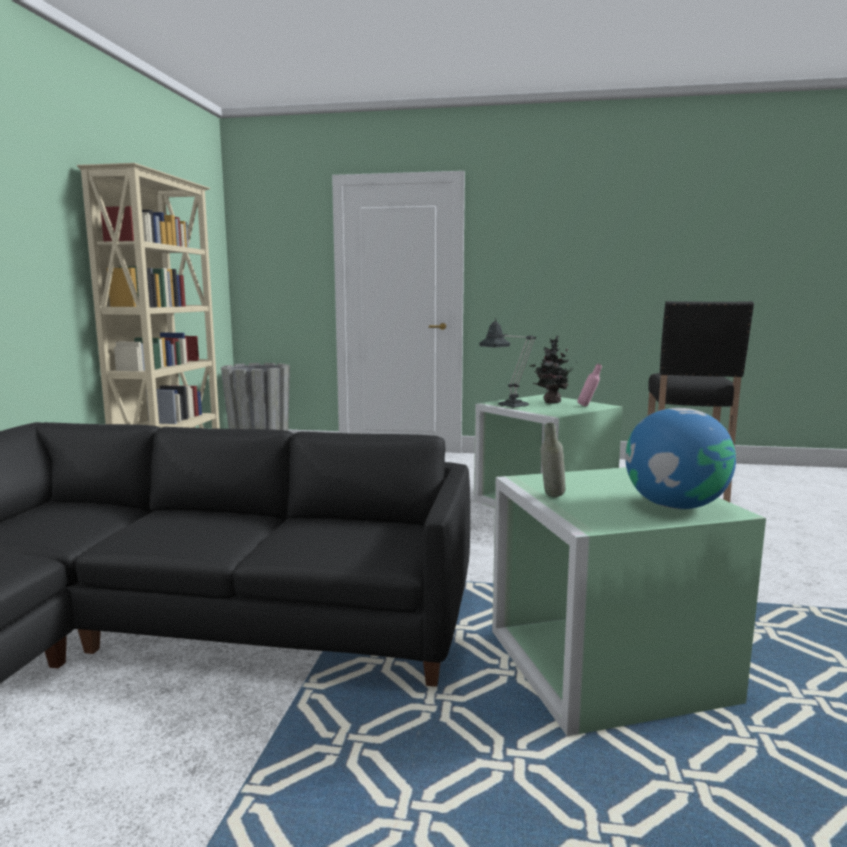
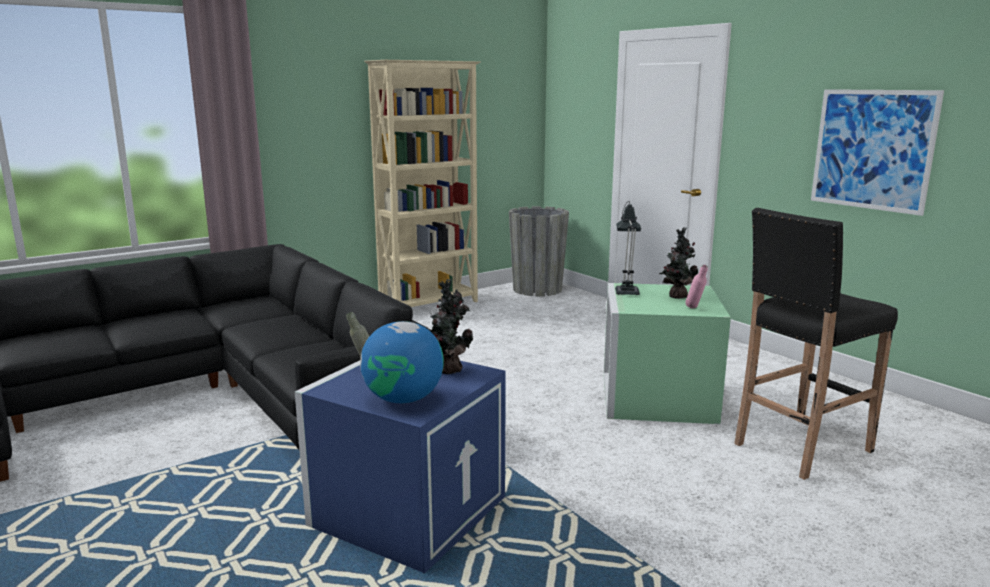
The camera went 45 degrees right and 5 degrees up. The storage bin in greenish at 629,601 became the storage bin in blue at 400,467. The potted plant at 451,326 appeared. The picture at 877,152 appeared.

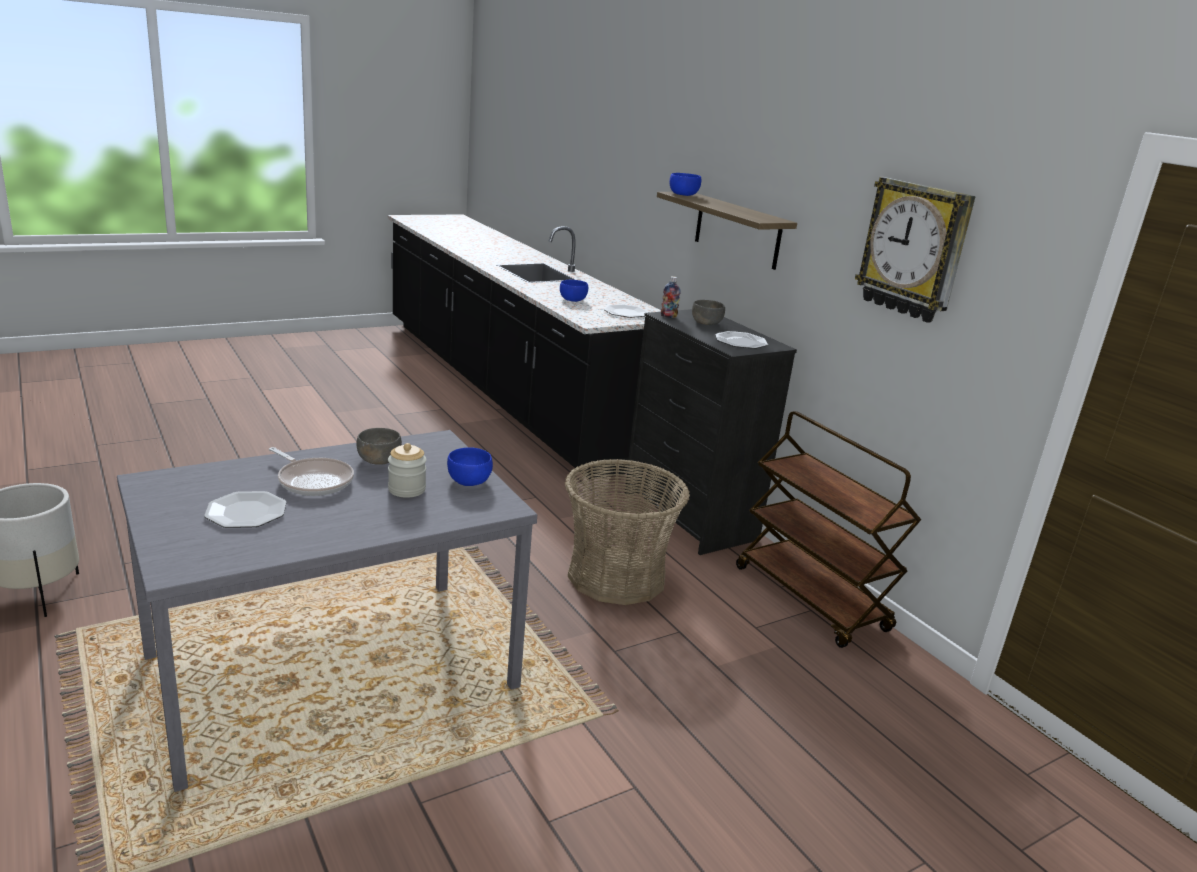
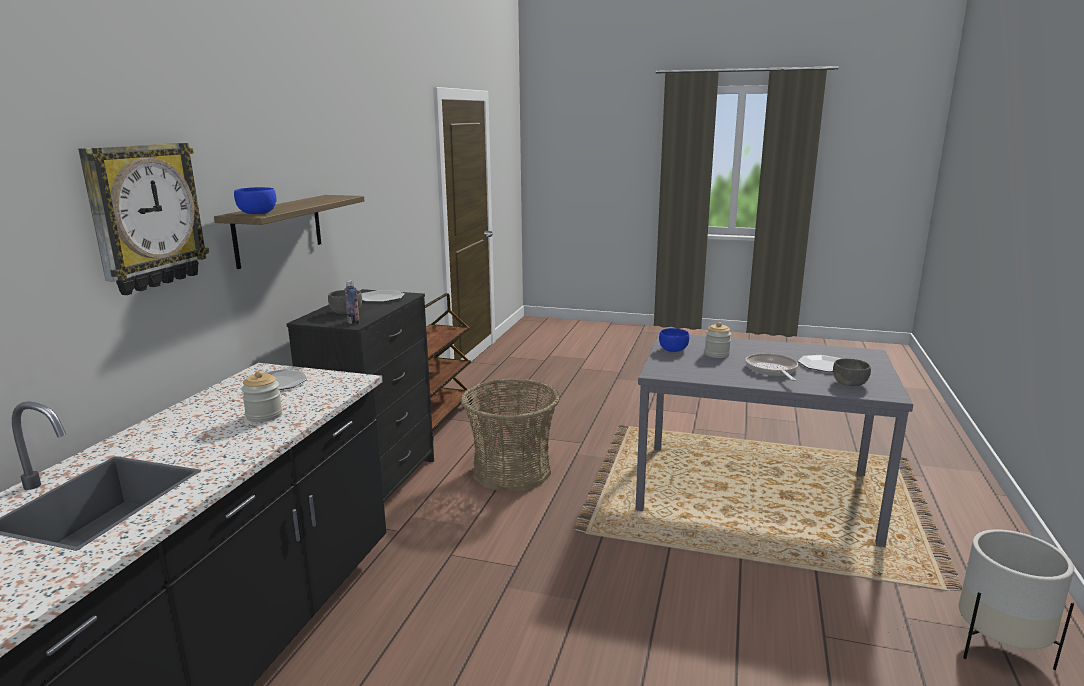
The camera went 130 degrees left and 5 degrees down. The hanging clock moved from 915,250 to 143,219. The deep dish in blue at 574,291 was replaced by the storage jar at 261,396. The deep dish in greyish moved from 379,446 to 852,372.

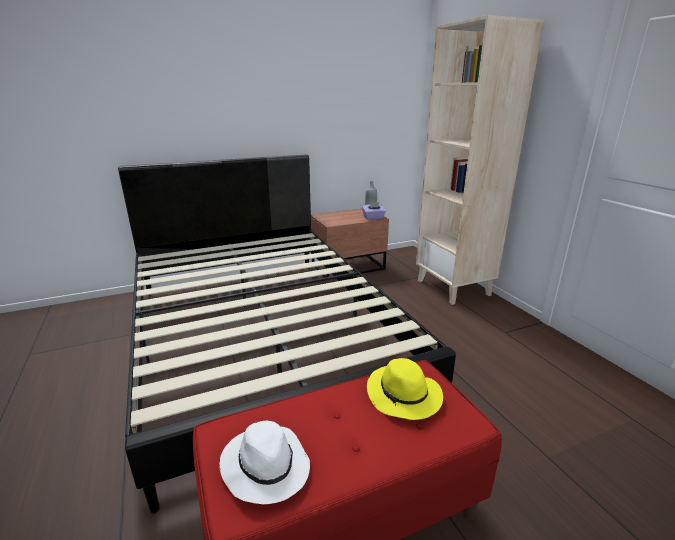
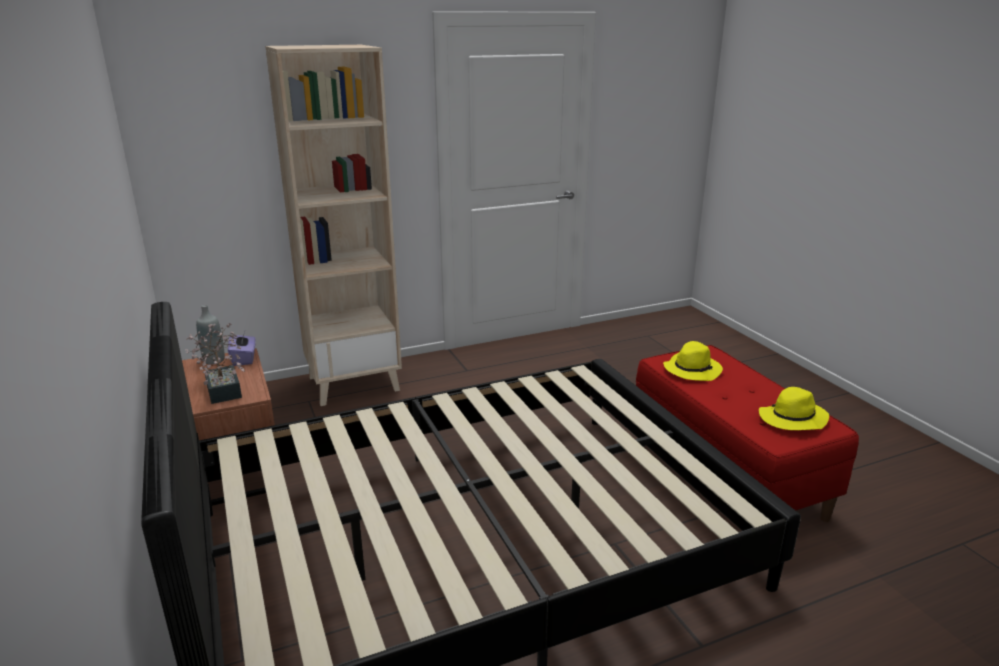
The camera went 90 degrees left and 0 degrees up. The potted plant at 215,363 appeared. The hat in white at 265,462 became the hat in yellow-coloured at 794,408.

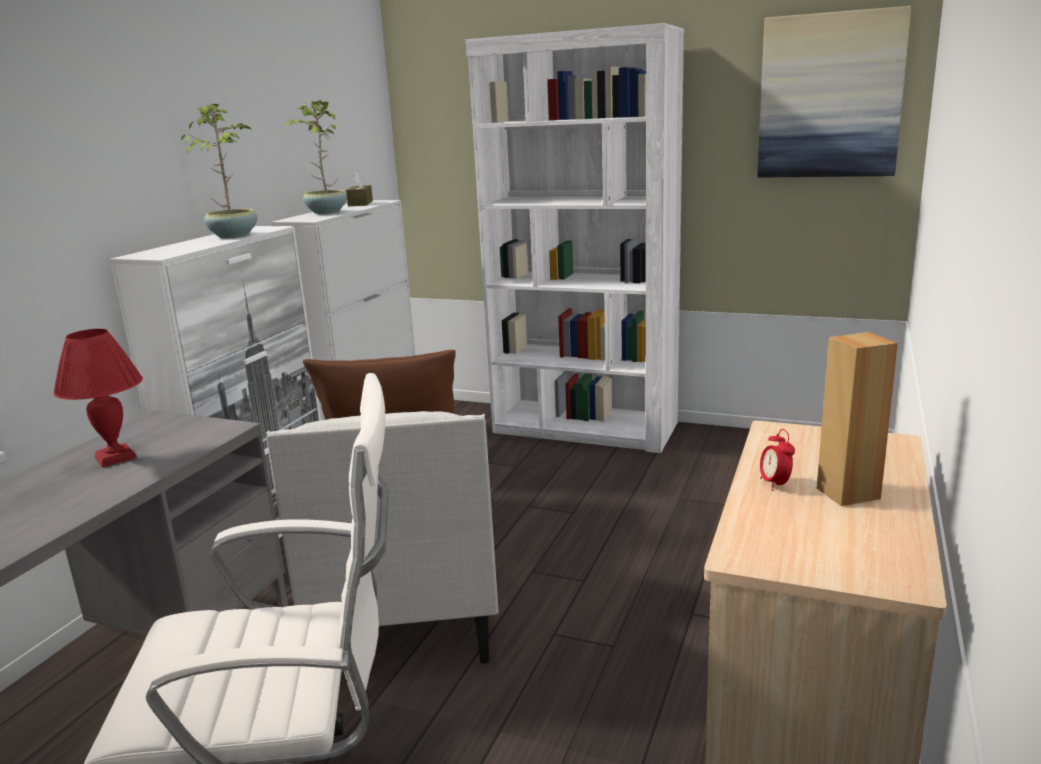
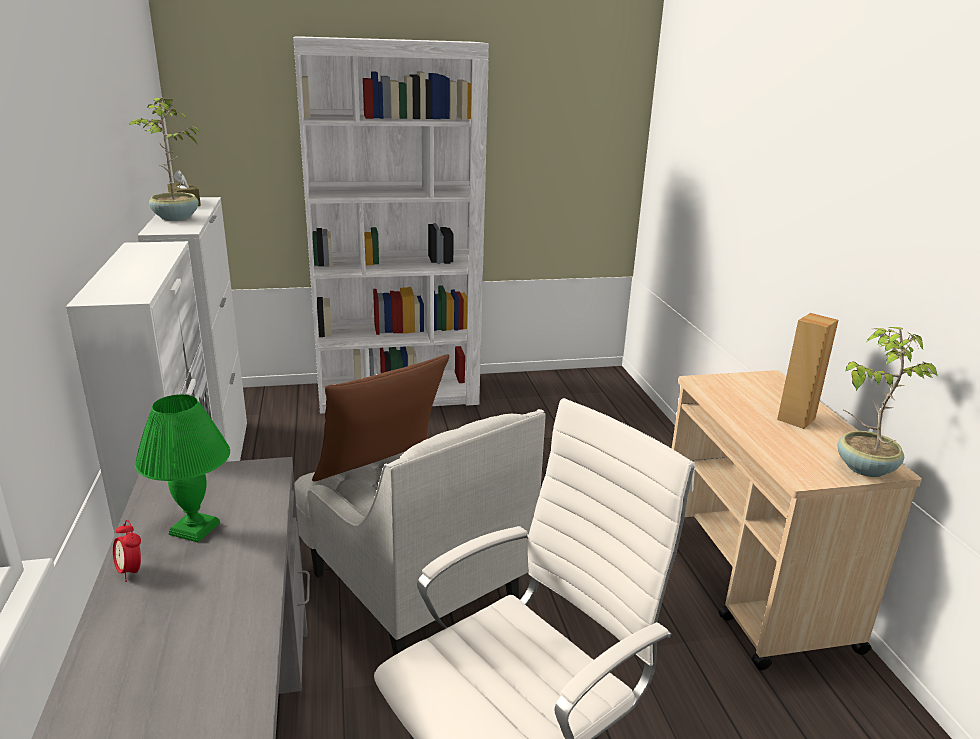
The camera went 35 degrees left and 5 degrees up. The bedside clock moved from 777,460 to 127,551. The tabletop lamp in reddish at 98,398 became the tabletop lamp in greenish at 182,468. The potted plant moved from 219,171 to 887,402. The picture at 834,92 disappeared.

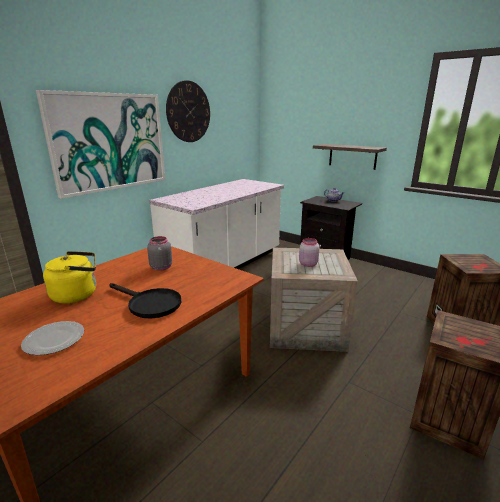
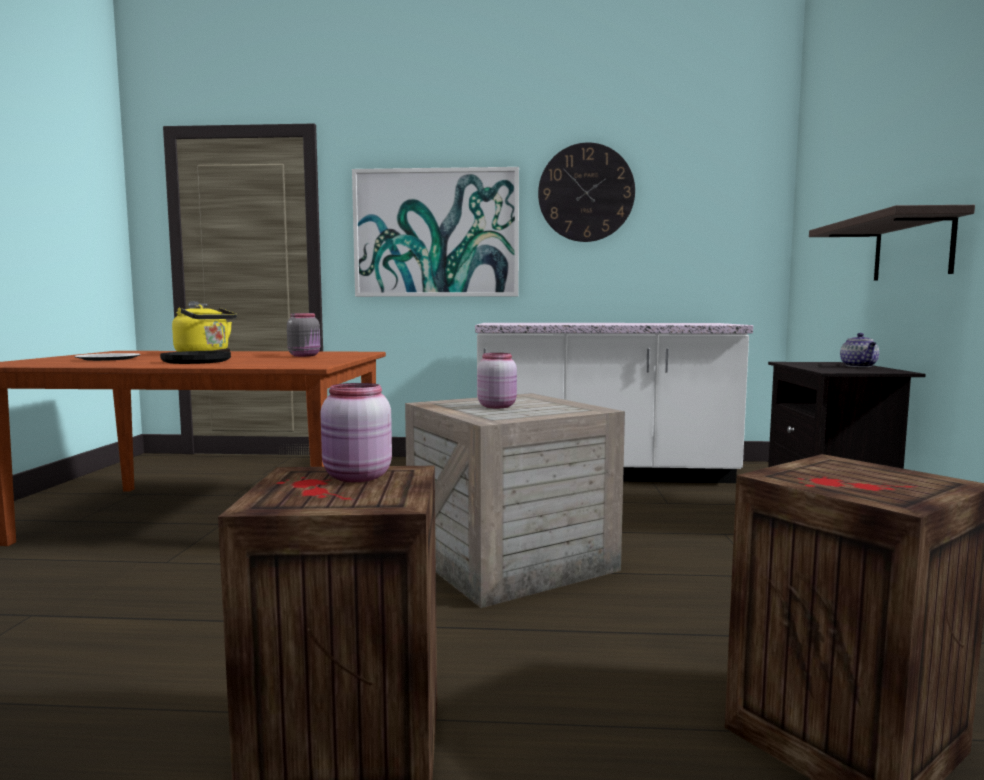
The camera went 55 degrees right and 15 degrees down. The storage jar in pinkish at 356,432 appeared.

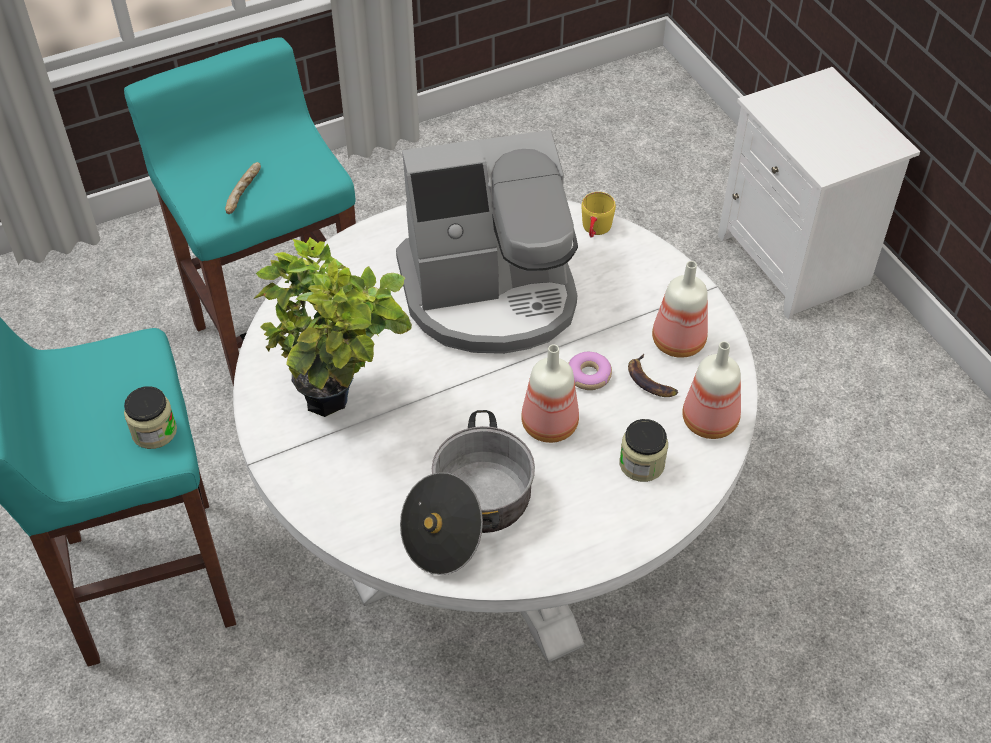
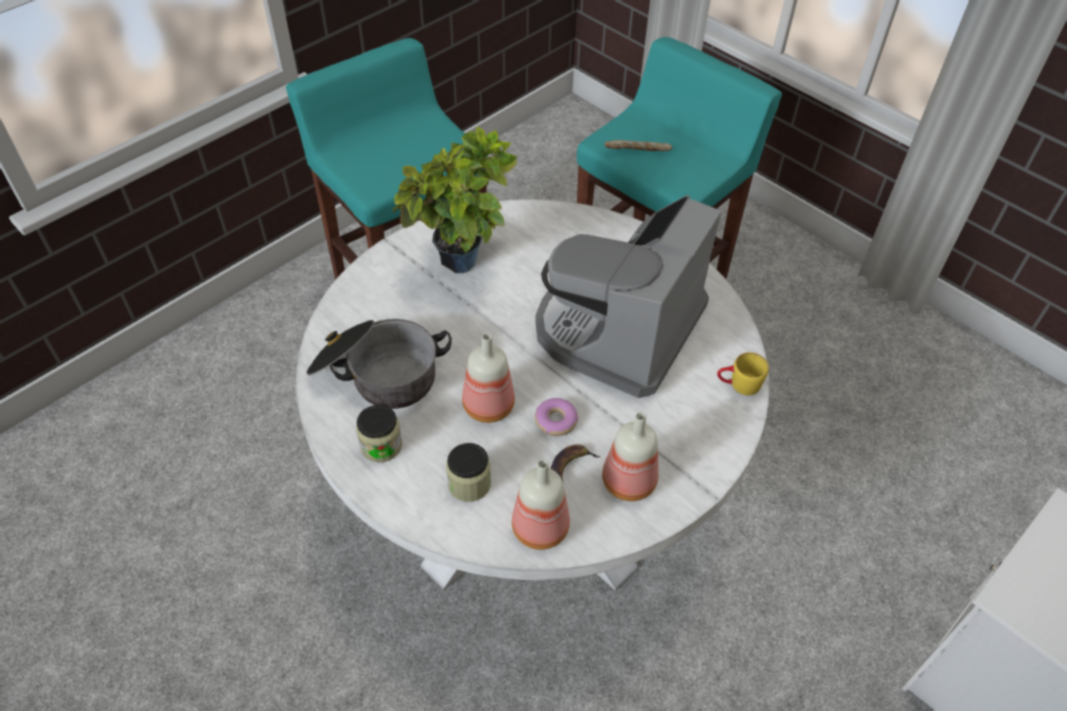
The camera went 70 degrees right and 0 degrees up. The storage jar moved from 150,417 to 379,433. The coffee machine at 487,242 turned 60 degrees clockwise.

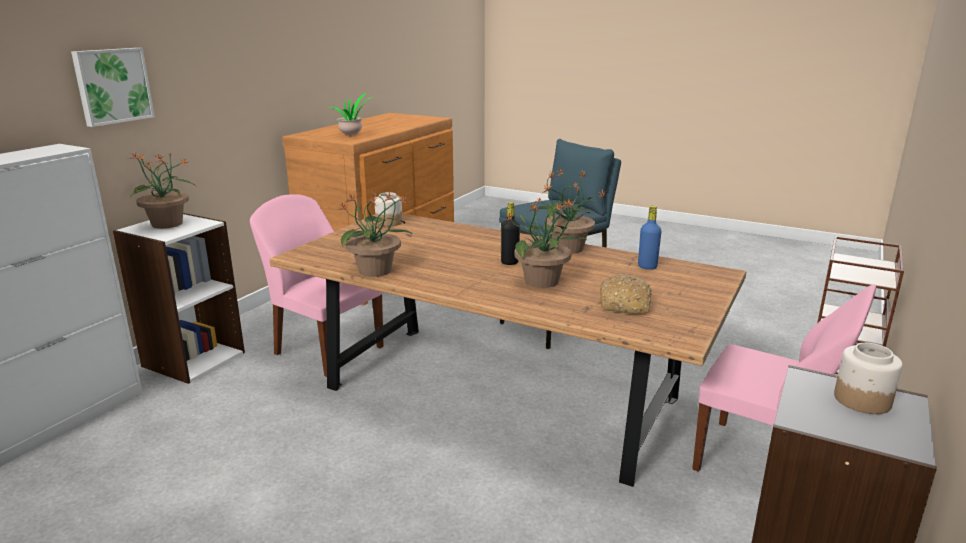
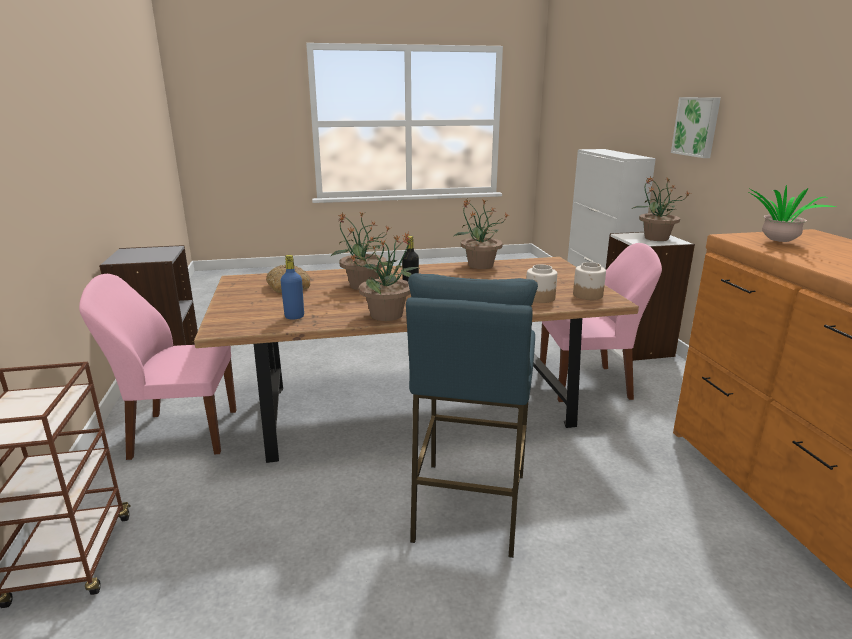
The camera went 140 degrees right and 0 degrees up. The storage jar moved from 868,378 to 541,283.

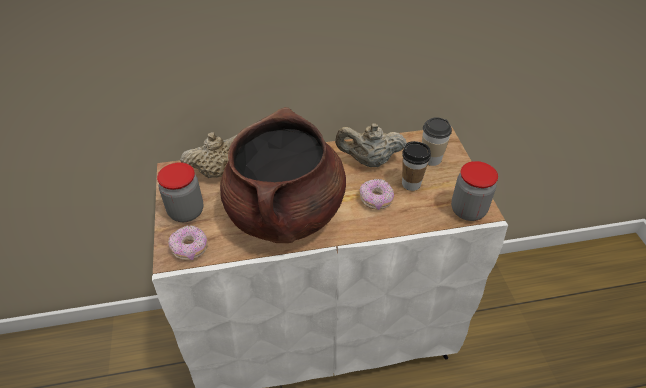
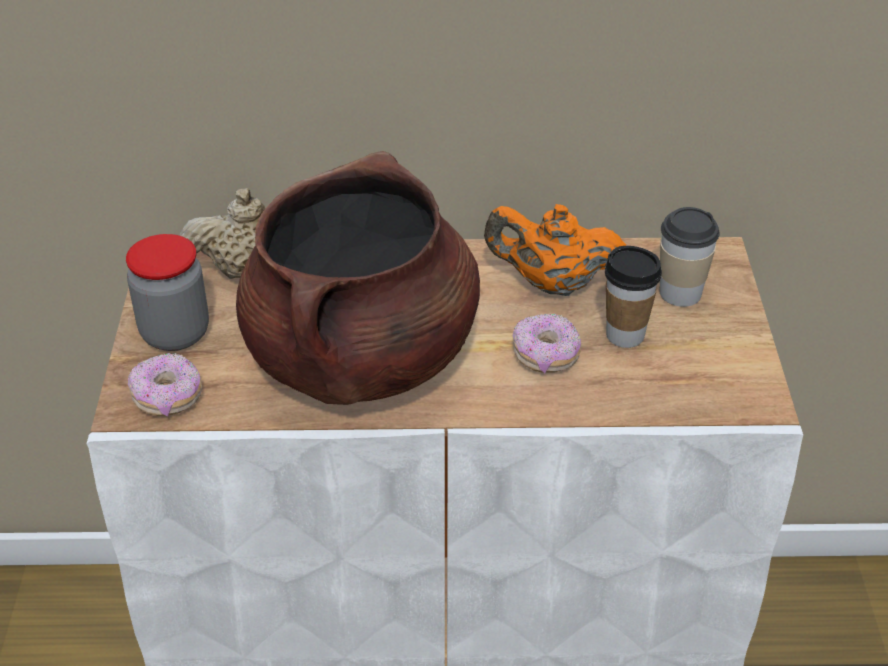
The camera went 10 degrees right and 5 degrees down. The teapot in beige at 371,145 became the teapot in orange-coloured at 555,250. The storage jar at 474,191 disappeared.

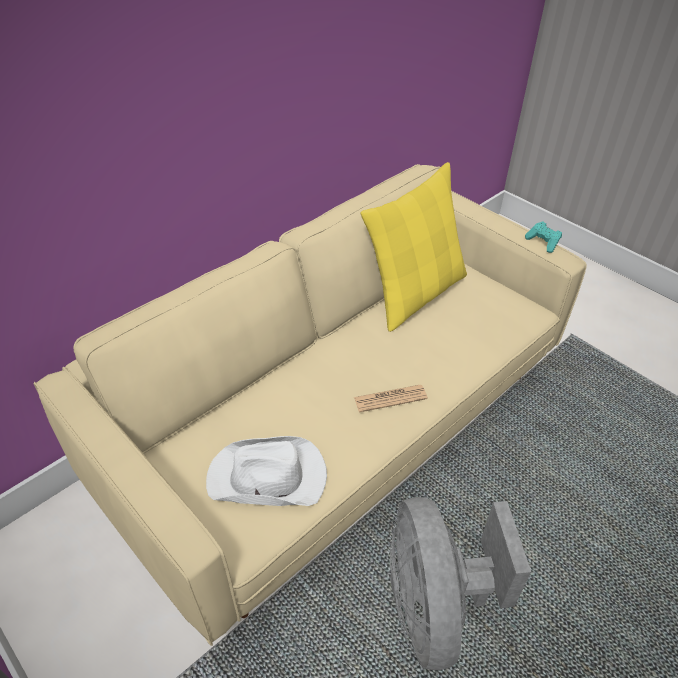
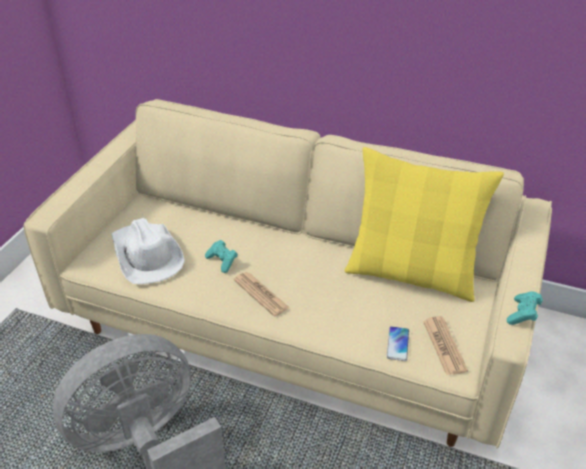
The camera went 65 degrees right and 5 degrees down. The gamepad in blue-green at 221,256 appeared. The telephone at 397,343 appeared. The newspaper at 445,345 appeared.

